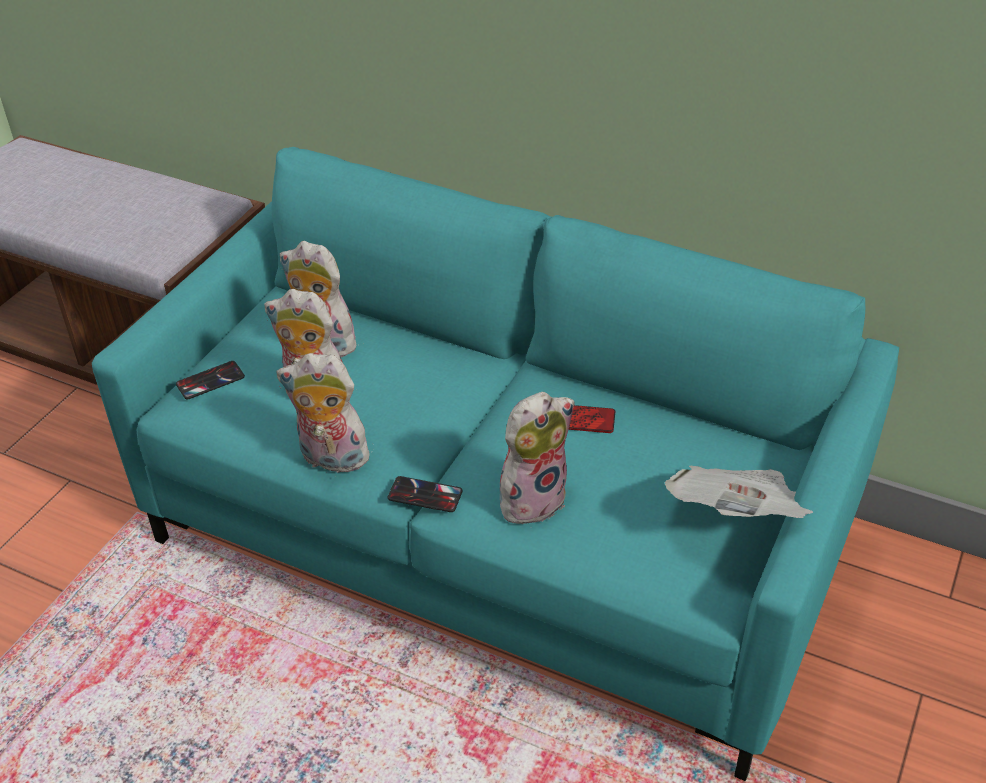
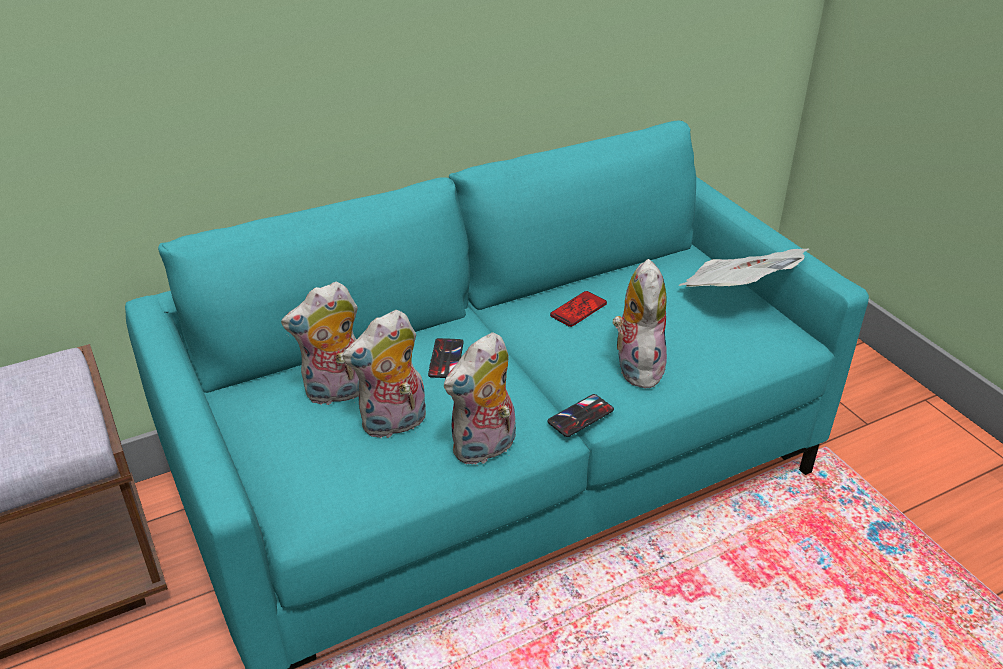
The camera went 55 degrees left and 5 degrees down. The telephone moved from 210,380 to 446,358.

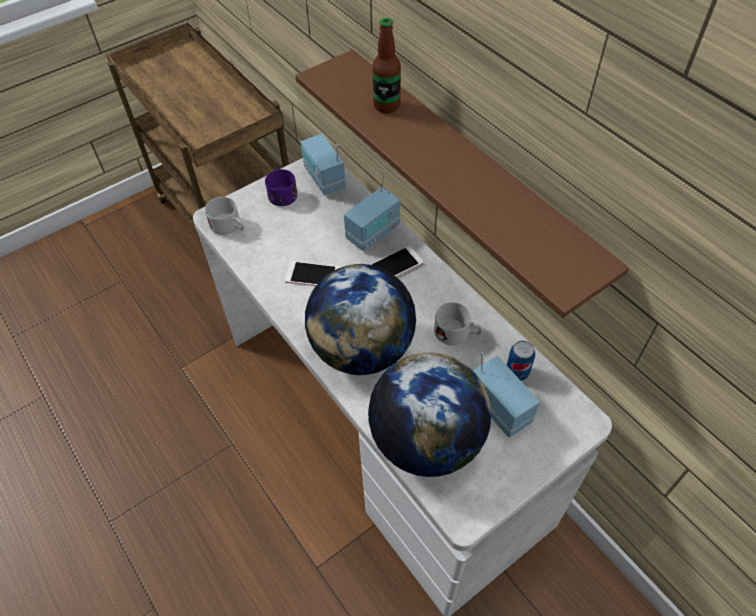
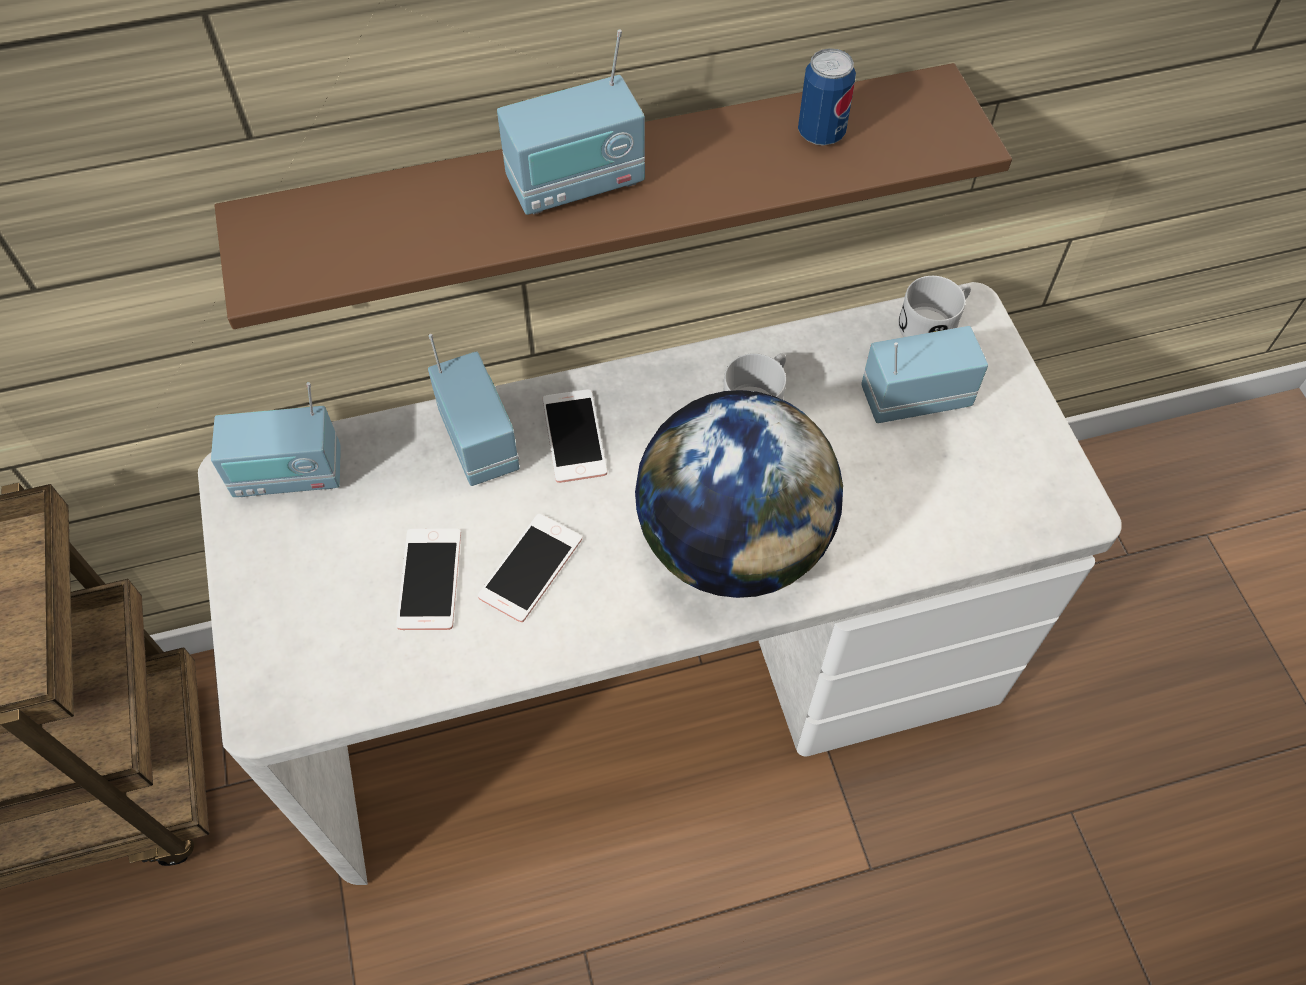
The camera went 70 degrees left and 5 degrees up. The telephone at 428,579 appeared. The radio receiver at 571,122 appeared. The sealed can moved from 521,360 to 827,97. The coffee mug in white moved from 224,216 to 934,306. The coffee mug in purple at 281,187 disappeared. The world globe at 429,414 disappeared. The beverage bottle at 386,65 disappeared.

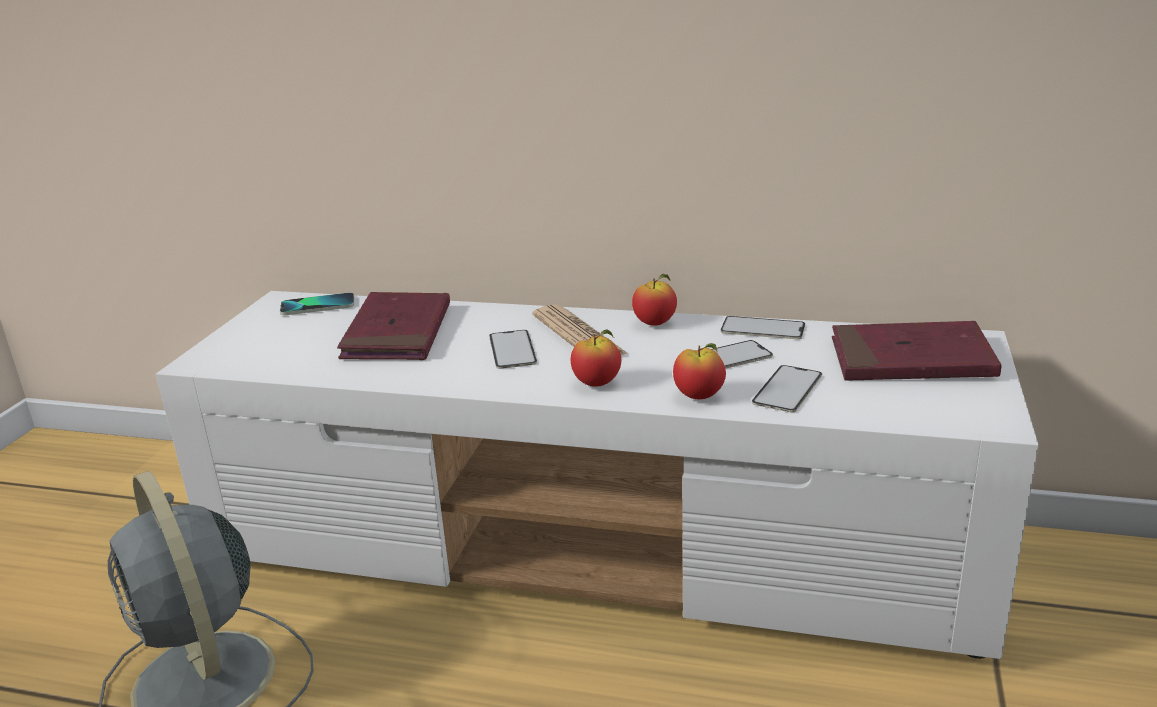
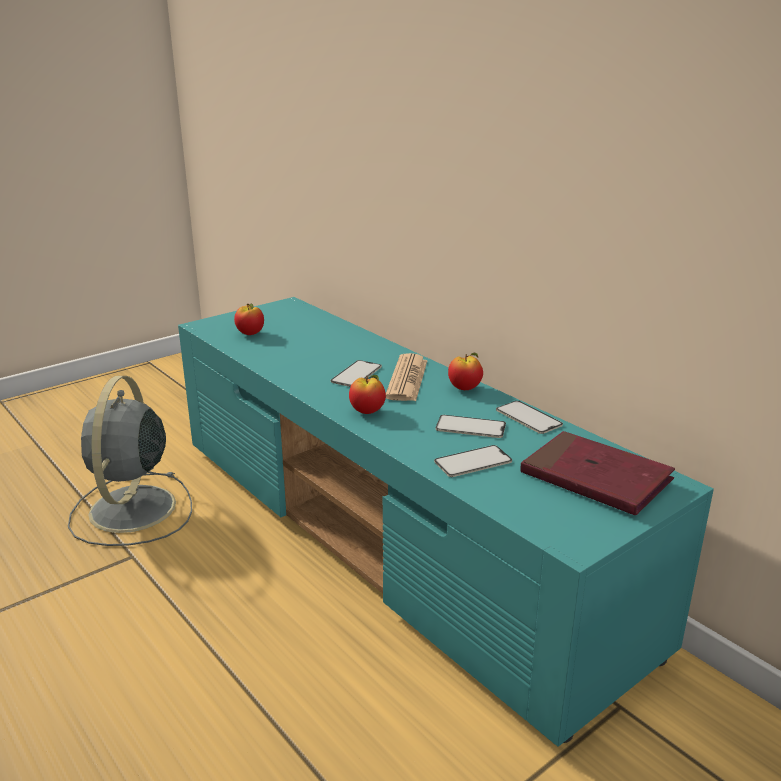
The camera went 35 degrees right and 0 degrees up. The tv unit in white at 597,475 became the tv unit in blue-green at 446,522. The apple fruit moved from 699,371 to 249,319. The telephone at 317,304 disappeared. The volume in reddish at 393,326 disappeared.

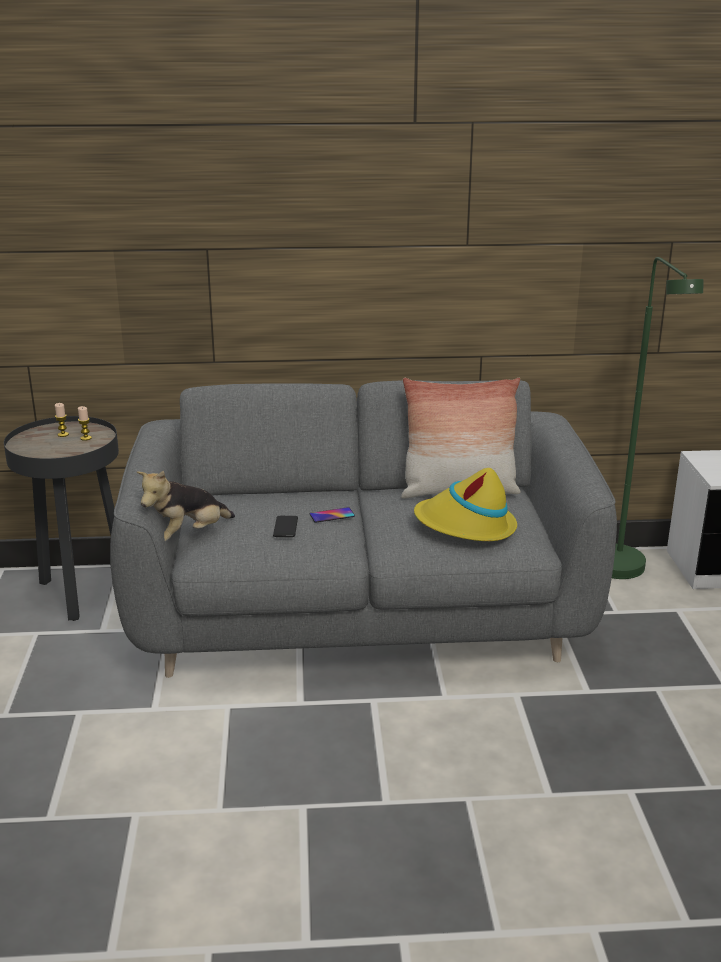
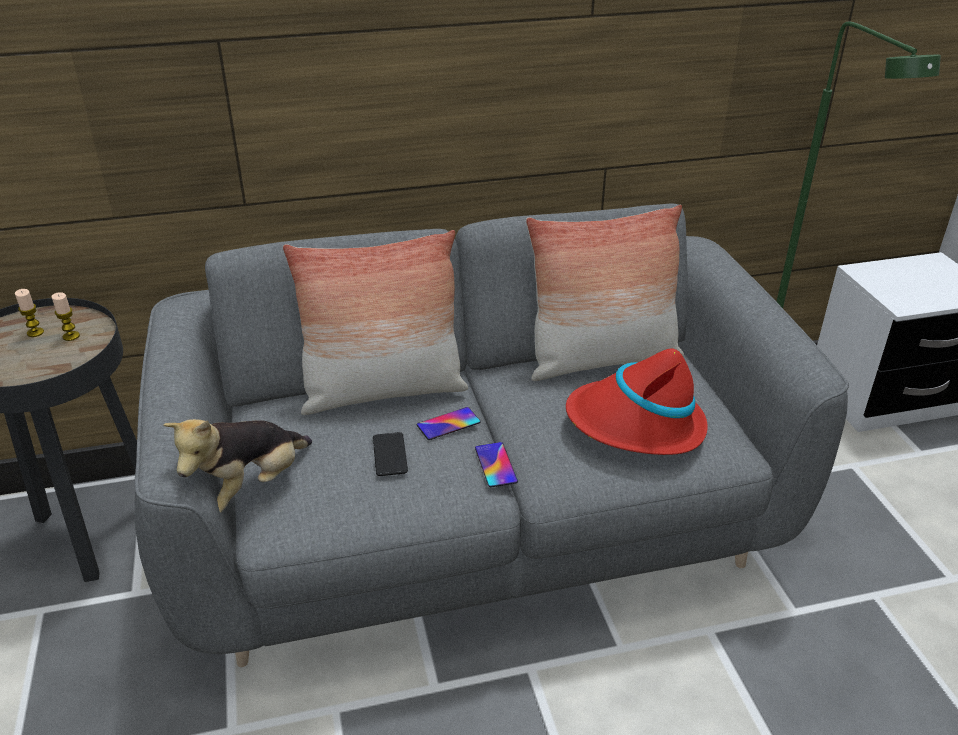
The camera went 10 degrees left and 10 degrees up. The pillow at 375,322 appeared. The telephone at 496,464 appeared. The hat in yellow-coloured at 465,504 became the hat in reddish at 637,402.

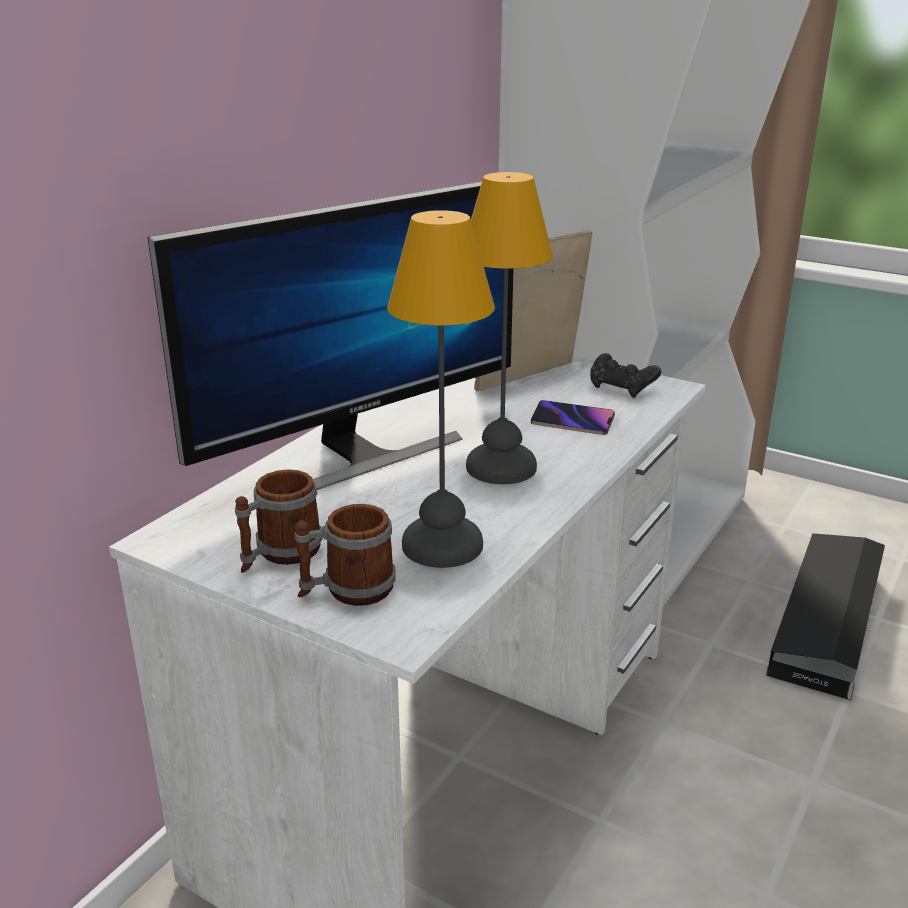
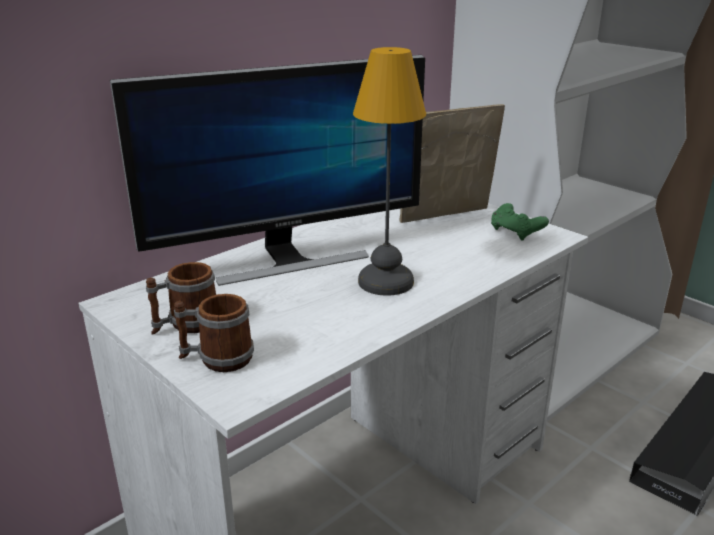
The camera went 15 degrees right and 0 degrees up. The gamepad in black-coloured at 625,375 became the gamepad in greenish at 520,222. The tabletop lamp at 441,389 disappeared. The telephone at 573,417 disappeared.

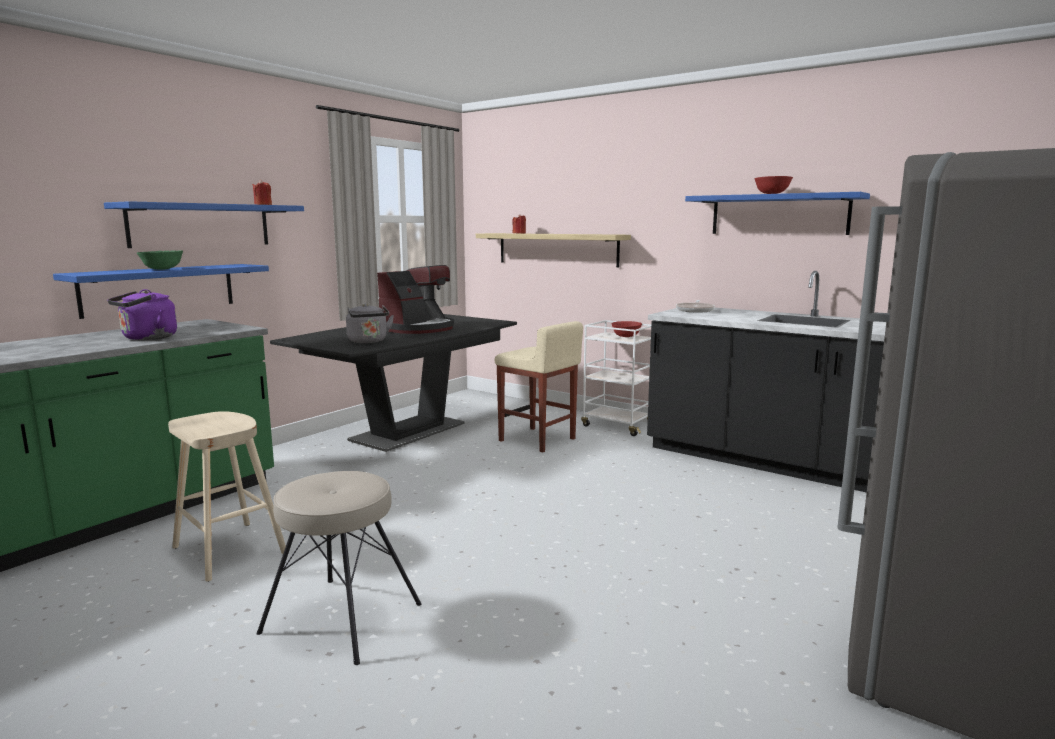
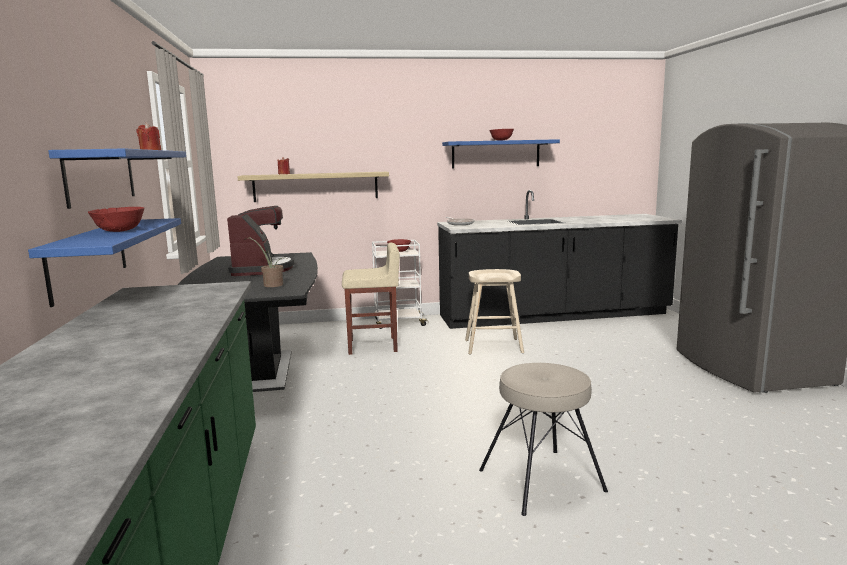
The camera went 45 degrees left and 0 degrees up. The deep dish in greenish at 160,260 became the deep dish in reddish at 116,219. The water kettle in greyish at 370,323 was replaced by the potted plant at 265,262. The sitting stool in beige moved from 227,496 to 494,311. The water kettle in purple at 142,314 disappeared.

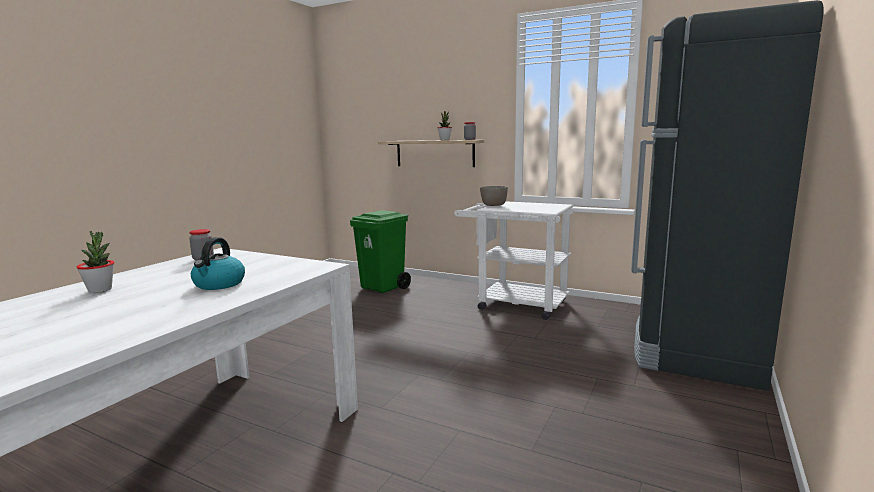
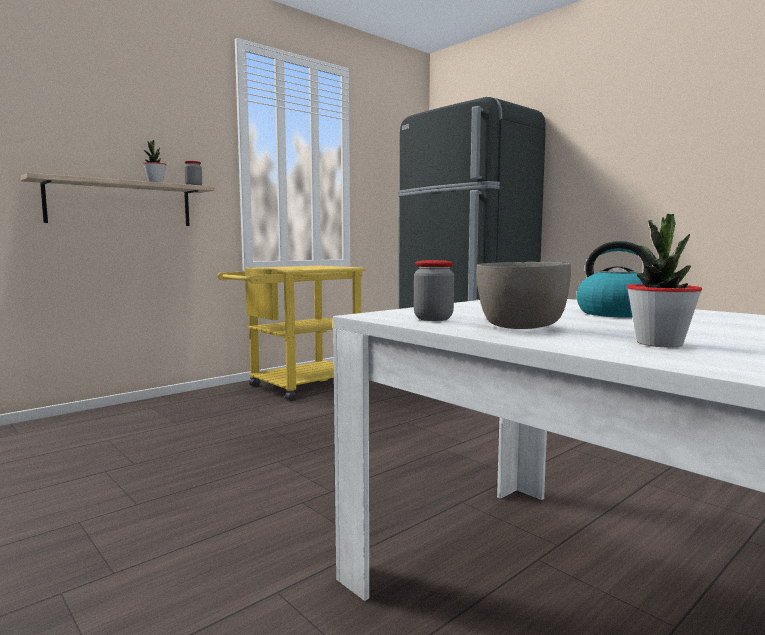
The camera went 70 degrees left and 5 degrees down. The trolley in white at 514,260 became the trolley in yellow-coloured at 291,333. The deep dish in greyish moved from 494,196 to 523,295. The rubbish bin in greenish at 380,251 disappeared.

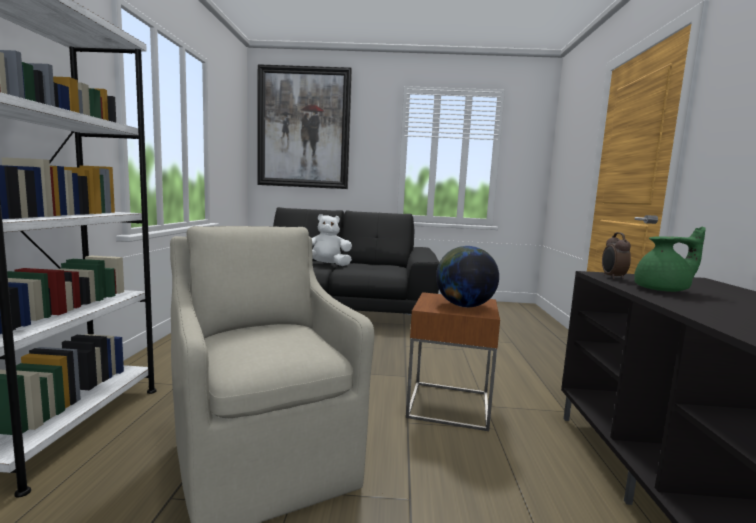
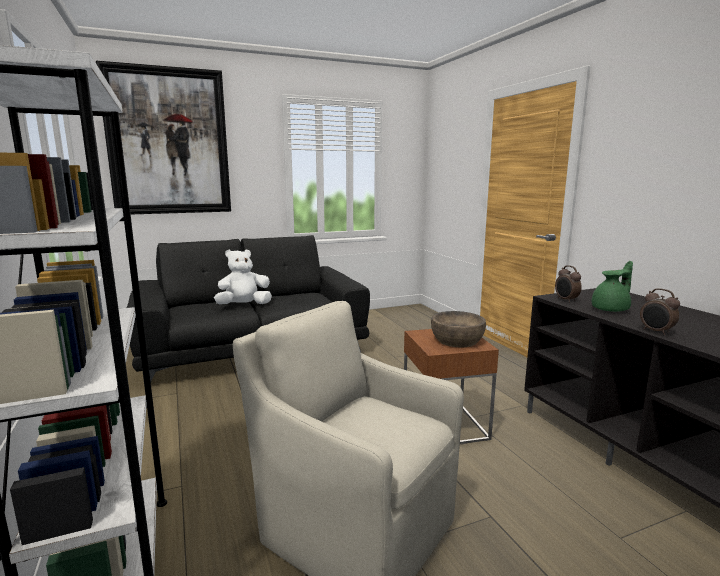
The camera went 25 degrees left and 5 degrees up. The world globe at 467,276 was replaced by the deep dish in brown at 458,329. The bedside clock at 660,311 appeared.

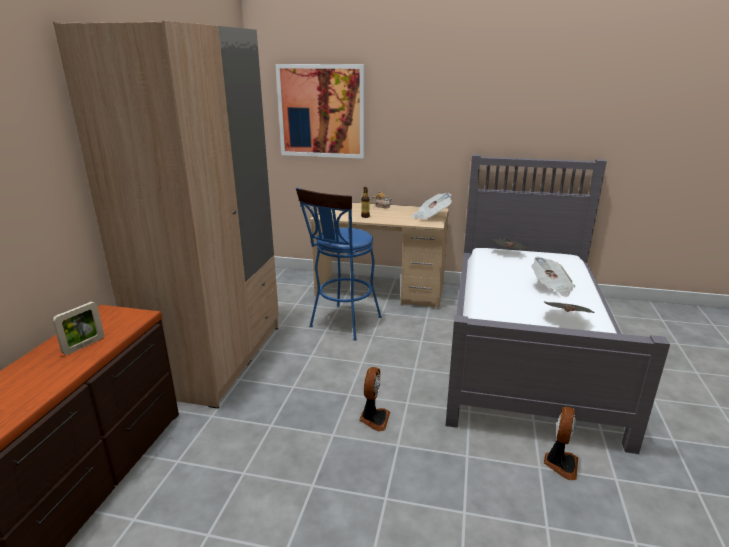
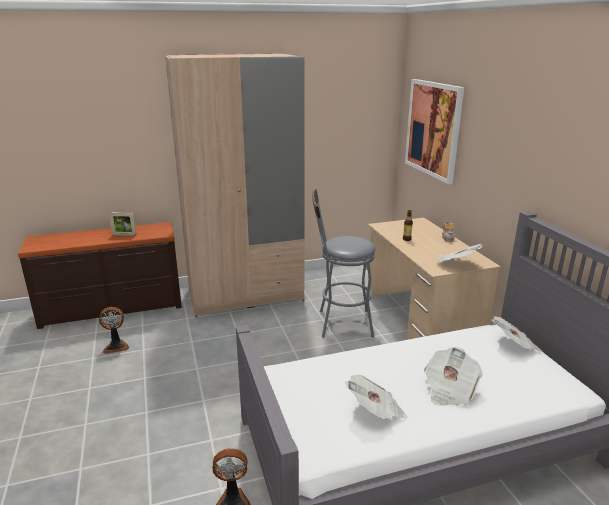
The camera went 60 degrees right and 0 degrees up. The cooling fan moved from 374,399 to 114,330. The sitting stool in blue at 339,264 became the sitting stool in greyish at 343,263.

